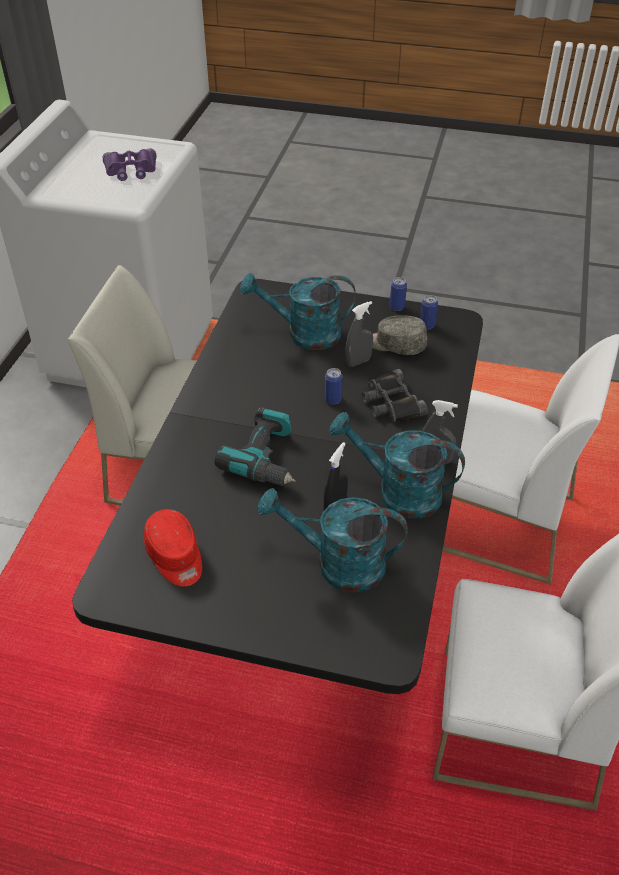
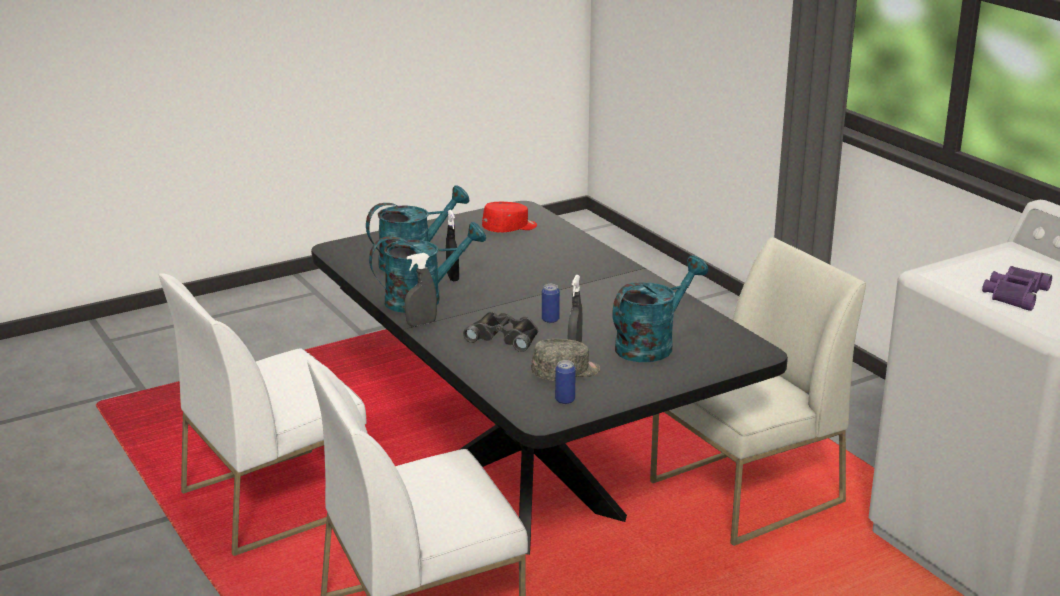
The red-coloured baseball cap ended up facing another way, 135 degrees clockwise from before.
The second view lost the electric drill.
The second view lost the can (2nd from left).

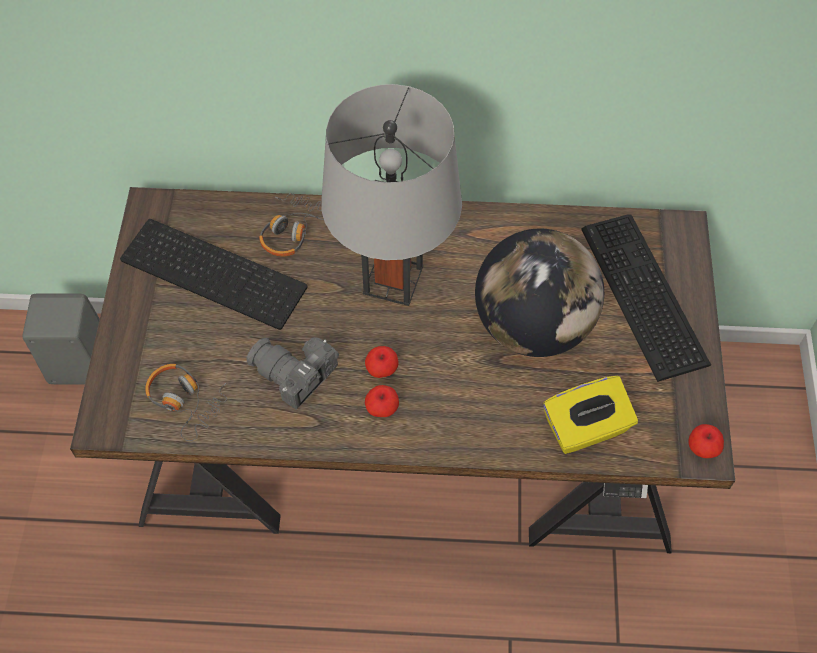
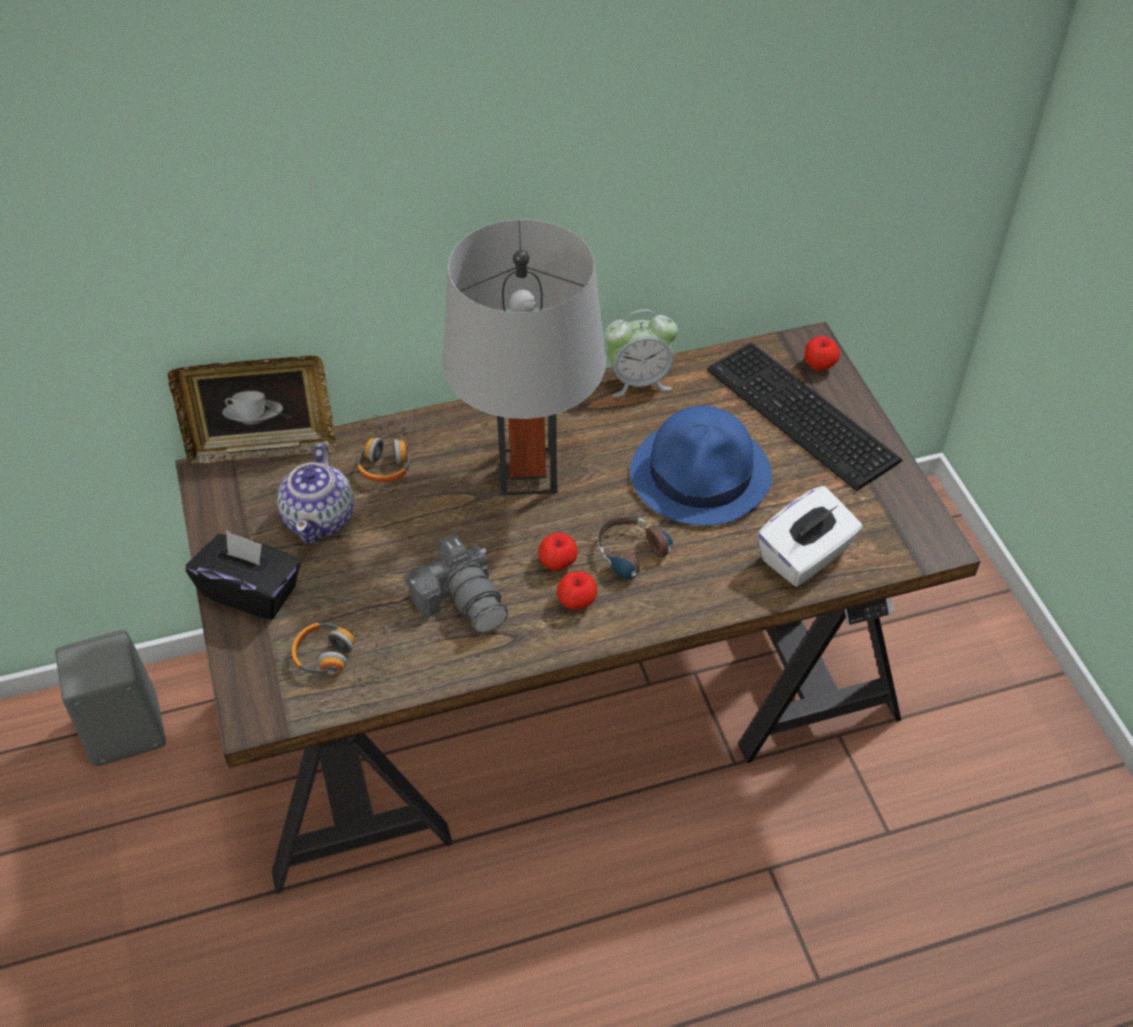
The second view gained the standing frame.
The second view gained the black-coloured box of tissues.
Where the PC keyboard (1st from left) stood, the pot for tea came to stand.
The still camera ended up facing another way, 135 degrees counterclockwise from before.
The second view gained the headset (3rd from left).
The second view gained the table clock.
Where the globe stood, the blue-coloured hat came to stand.
What was the yellow box of tissues turned into the whitish box of tissues.
The apple (3rd from left) ended up elsewhere.

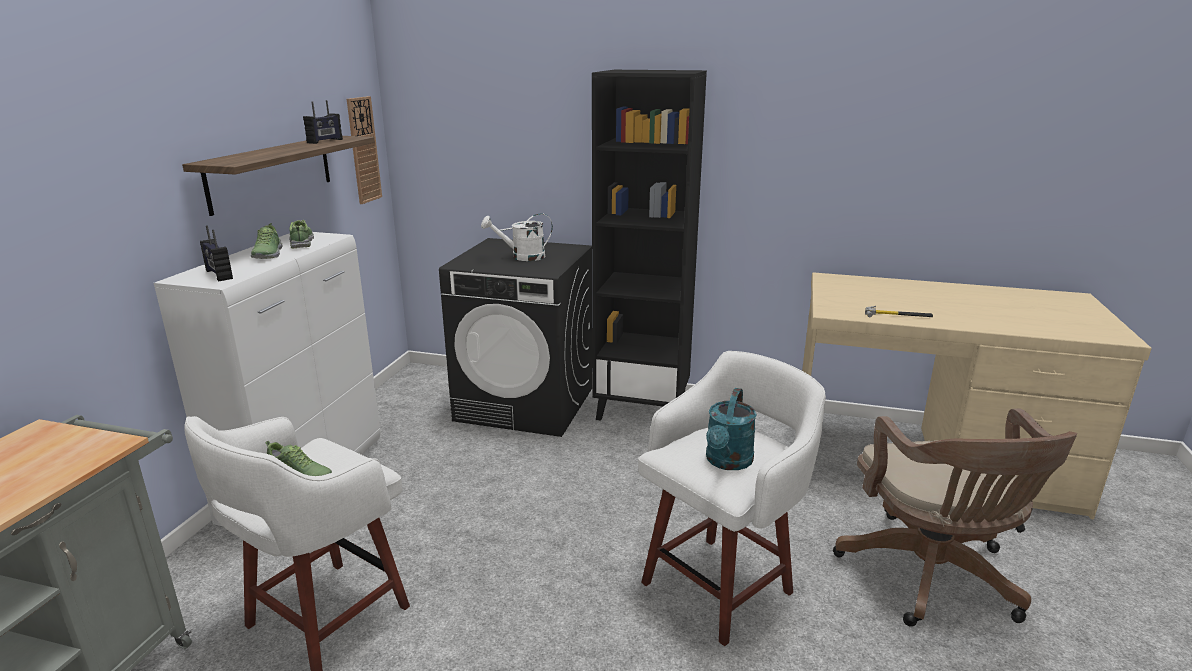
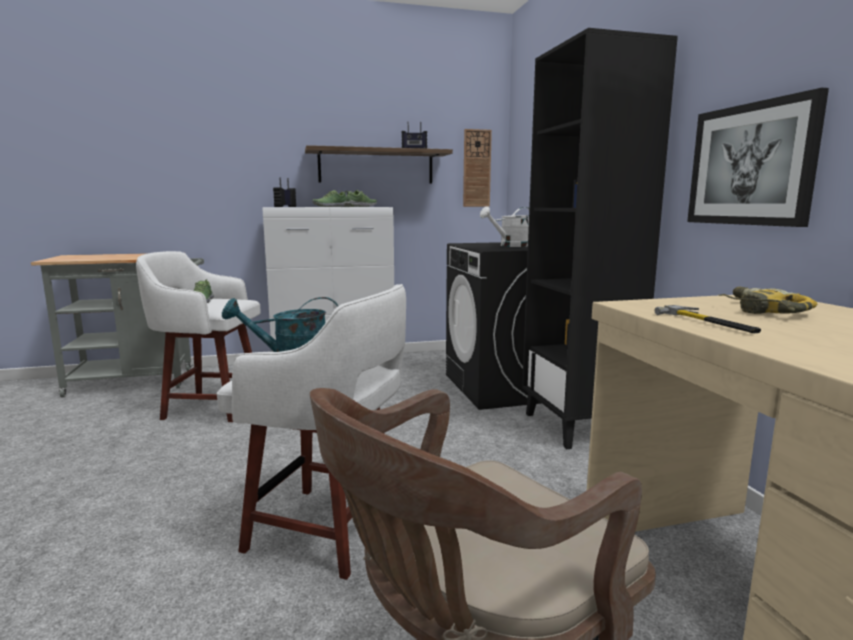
The whitish watering pot ended up facing another way, 75 degrees counterclockwise from before.
The second view gained the picture.
The second view gained the electric drill.

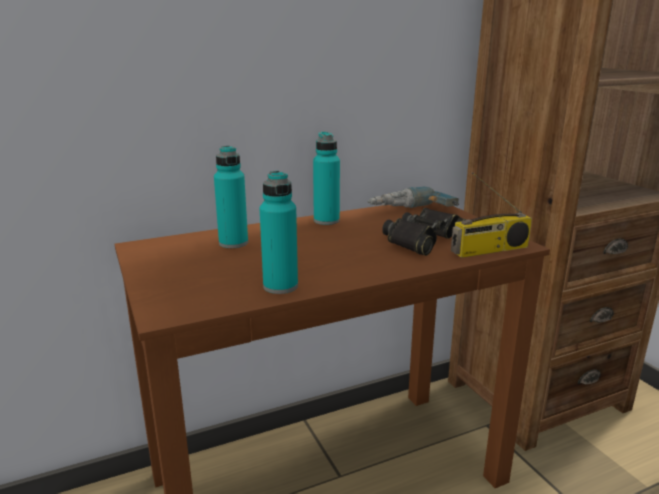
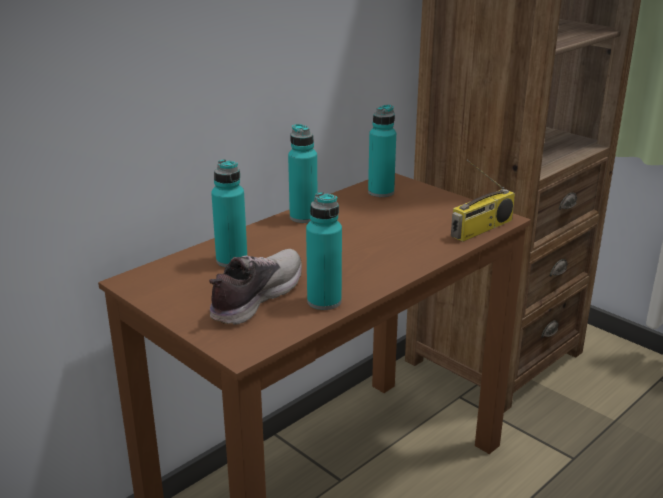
The second view gained the item of footwear.
Where the electric drill stood, the blue-green drink bottle (4th from left) came to stand.
The second view lost the black-coloured pair of binoculars.

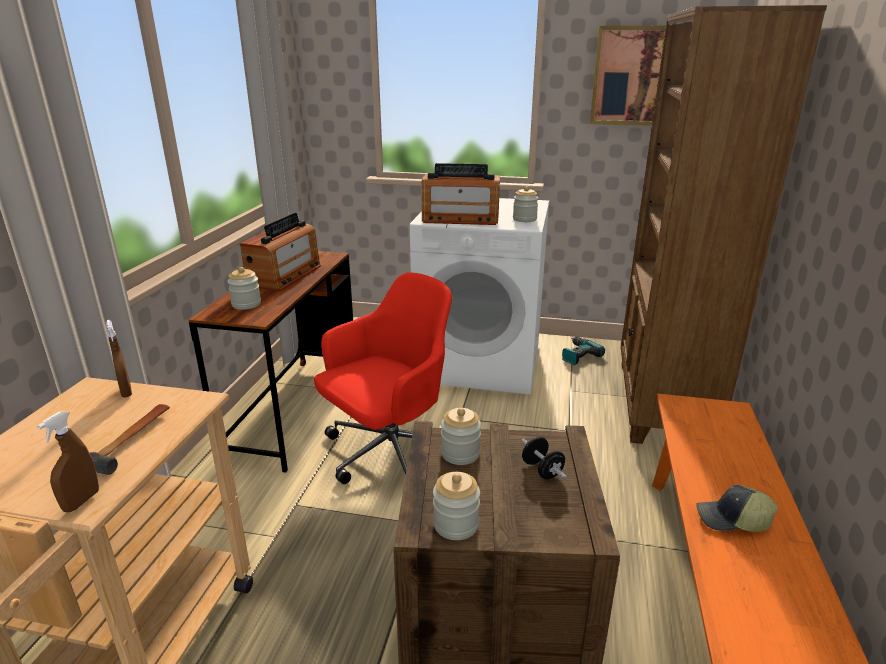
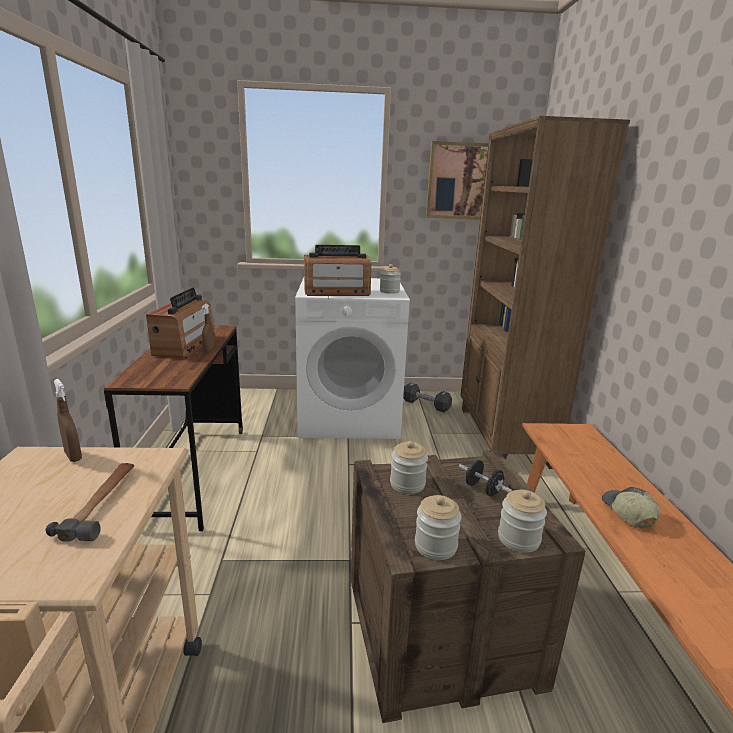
The brownish sprayer (1st from left in the first image) ended up elsewhere.
Where the electric drill stood, the black-coloured free weight (1st from left) came to stand.
The jar (1st from left in the first image) ended up elsewhere.
The baseball cap ended up facing another way, 90 degrees clockwise from before.
The second view lost the red-coloured office chair.

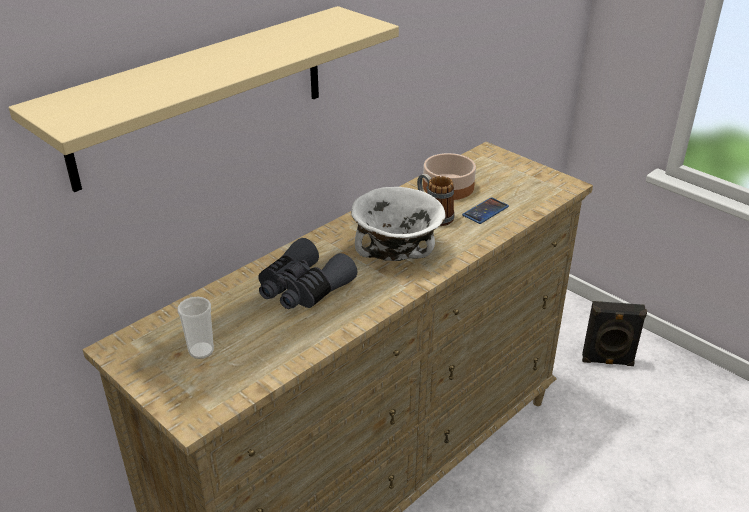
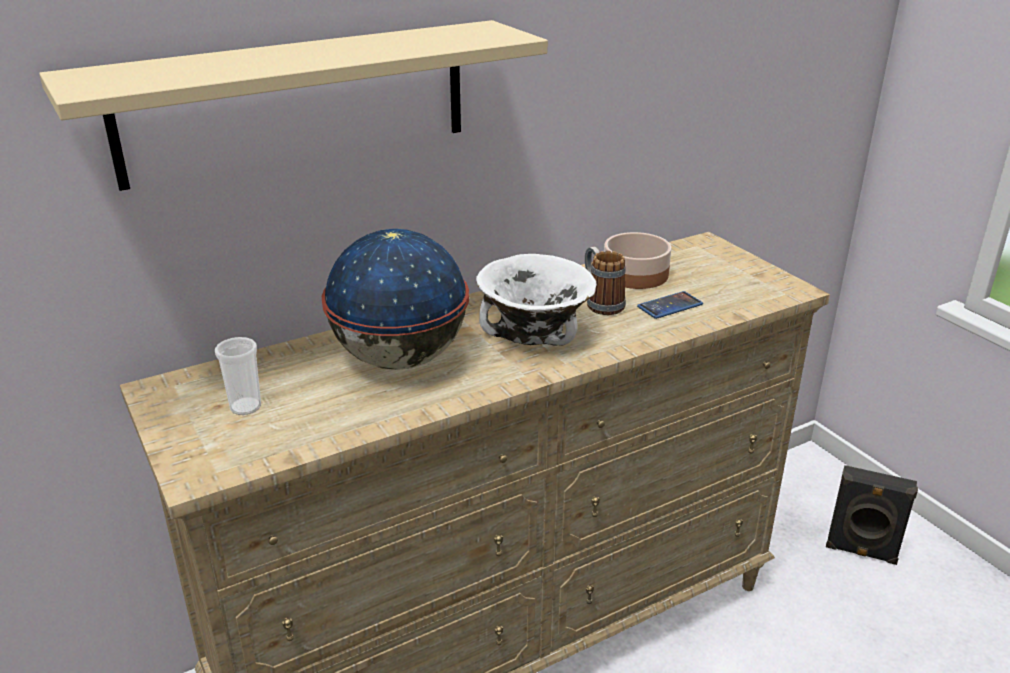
Where the greyish pair of binoculars stood, the globe came to stand.

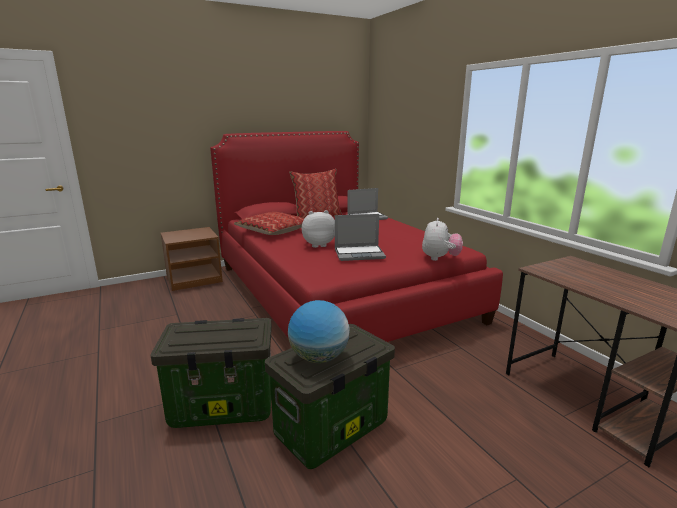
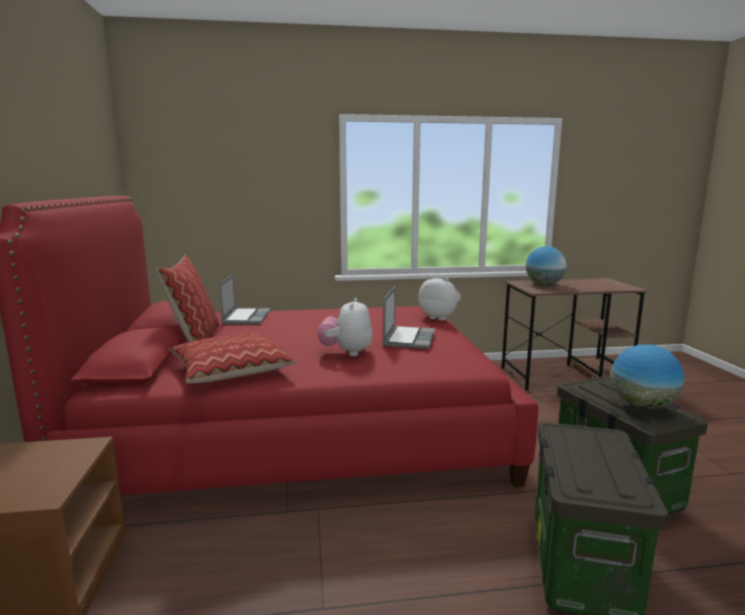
The second view gained the globe (1st from left).

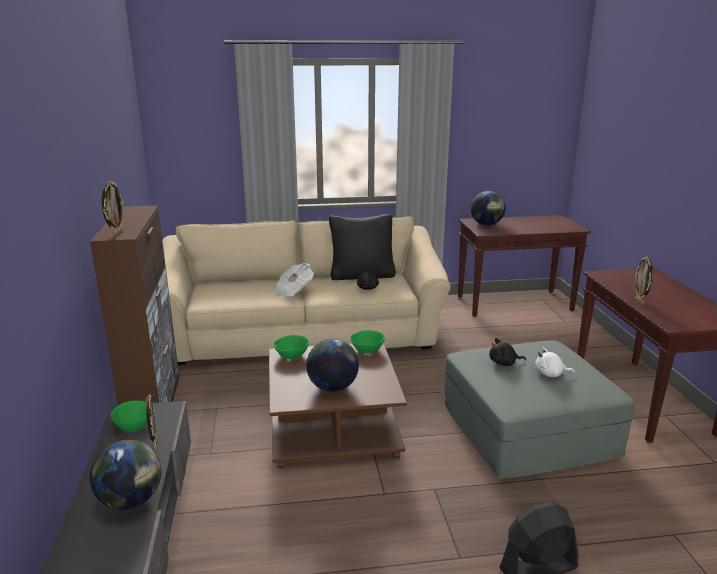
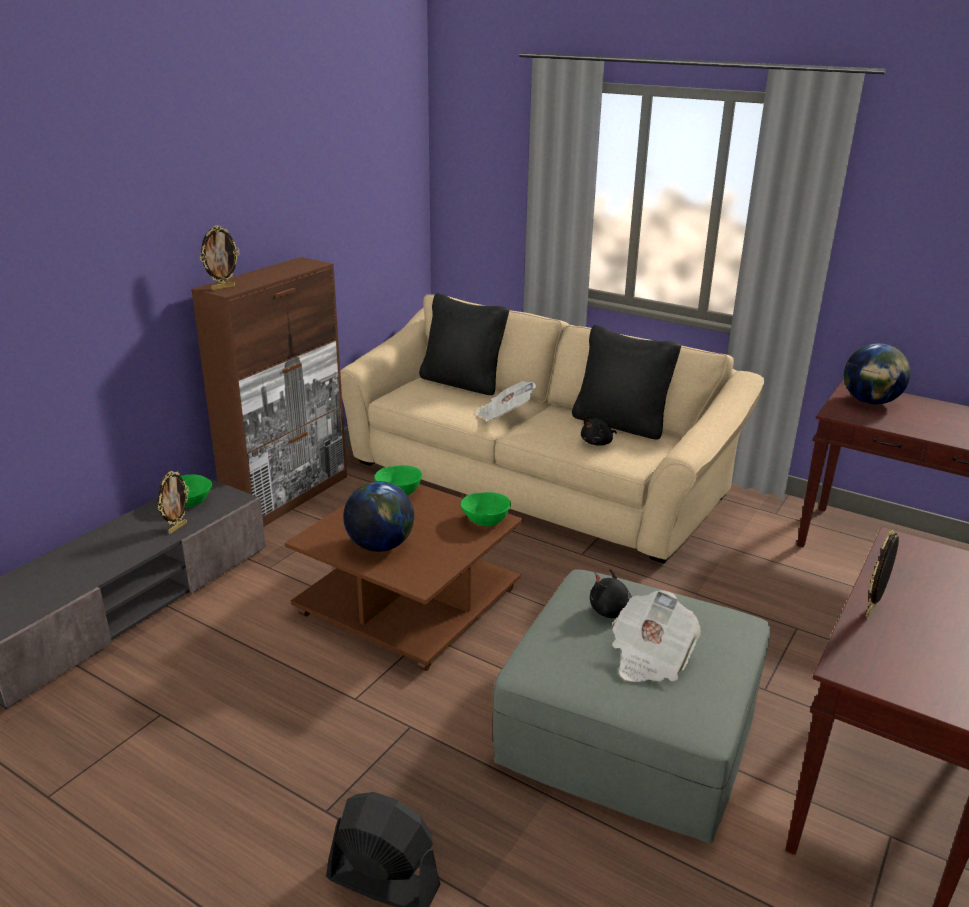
The second view gained the black-coloured throw pillow (1st from left).
Where the whitish plush toy stood, the printed paper (2nd from left) came to stand.
The second view lost the globe (1st from left).

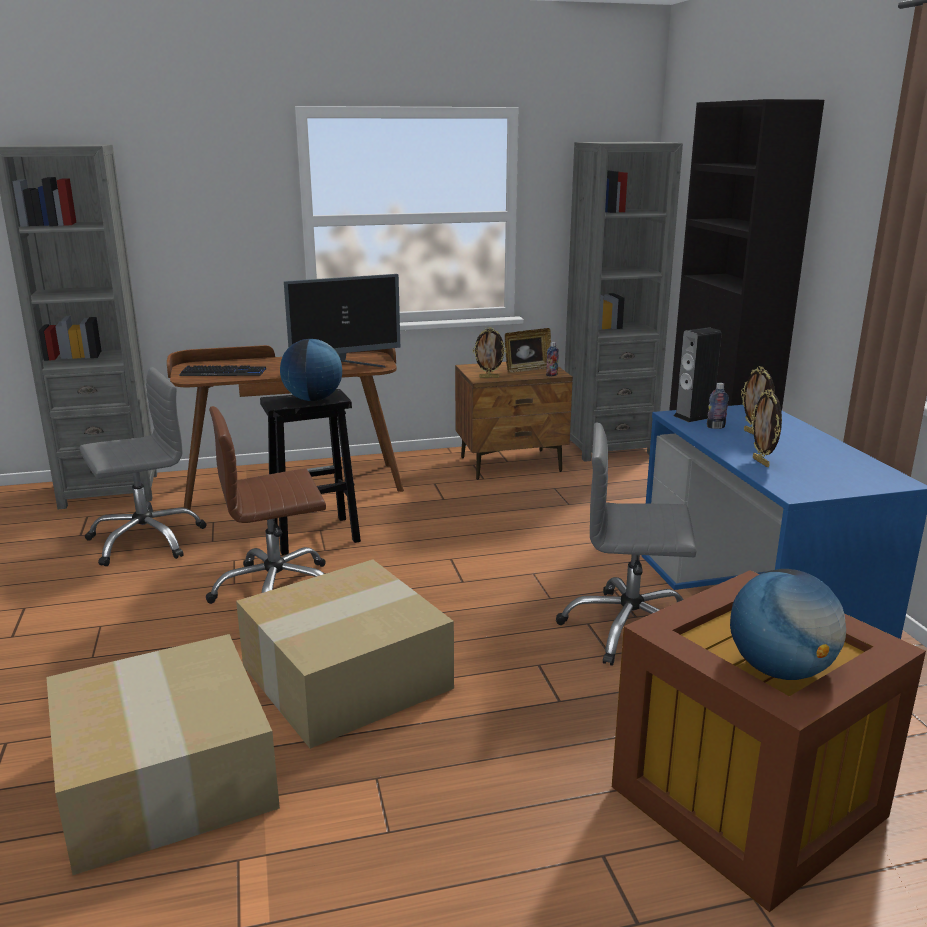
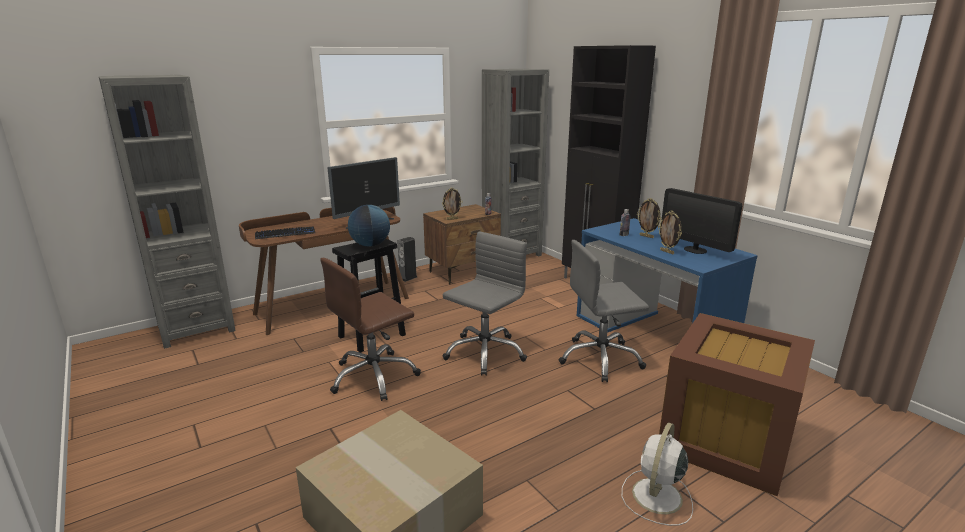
The speaker ended up elsewhere.
The greyish office chair (1st from left) ended up elsewhere.
The second view gained the whitish fan.
The second view gained the monitor (2nd from left).
The second view lost the cardboard box (2nd from left).
The second view lost the standing frame (2nd from left).
The second view lost the globe (2nd from left).

